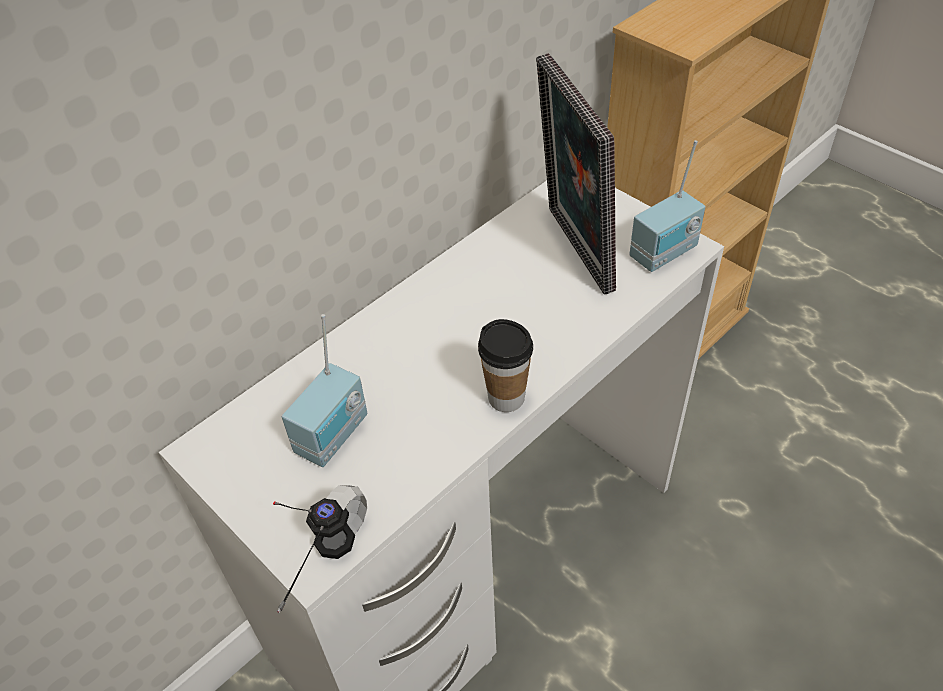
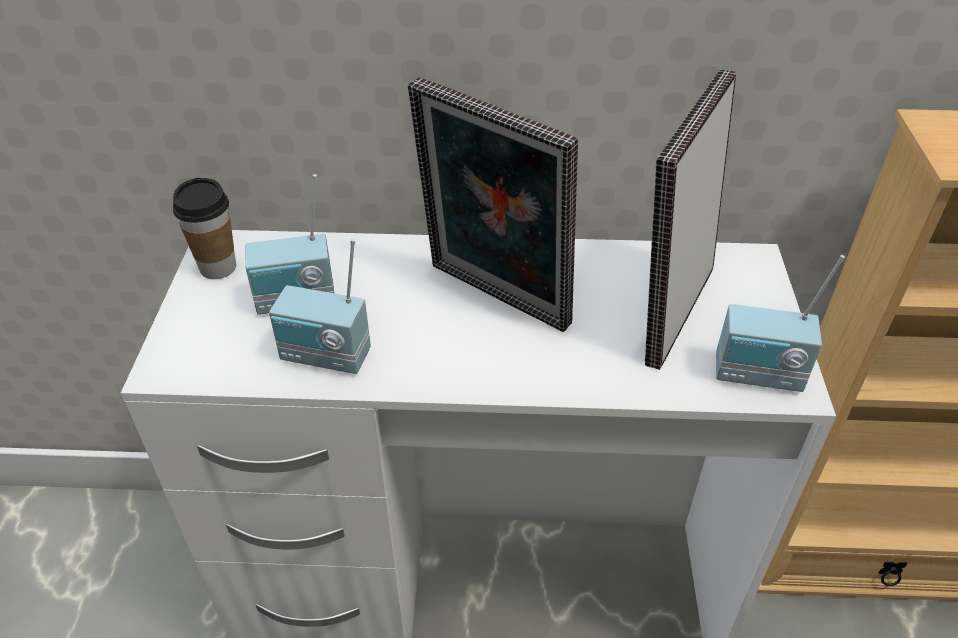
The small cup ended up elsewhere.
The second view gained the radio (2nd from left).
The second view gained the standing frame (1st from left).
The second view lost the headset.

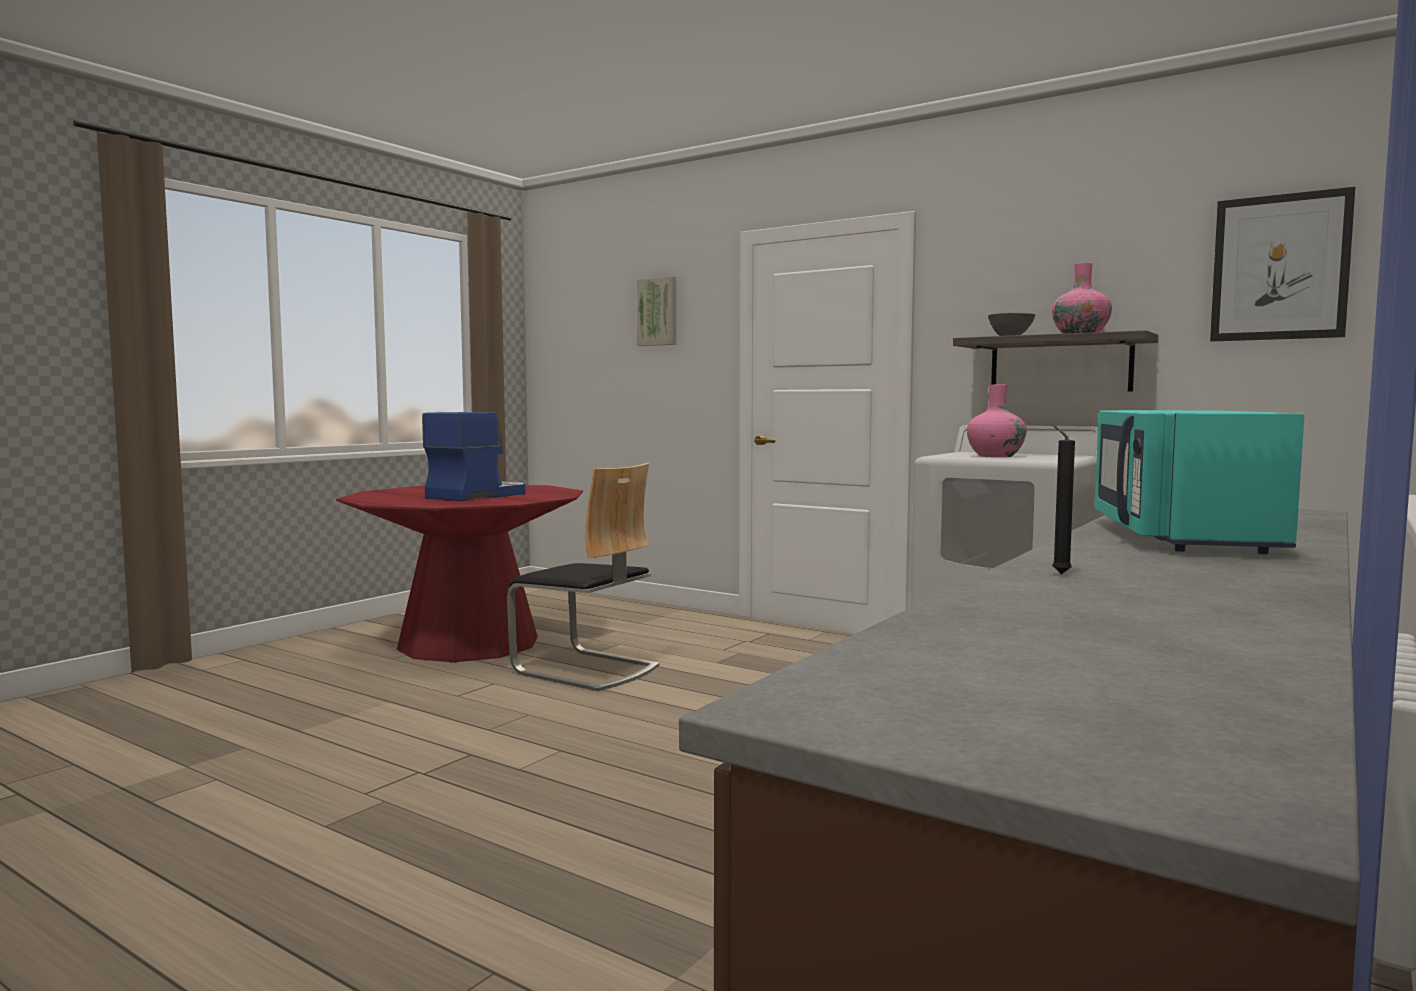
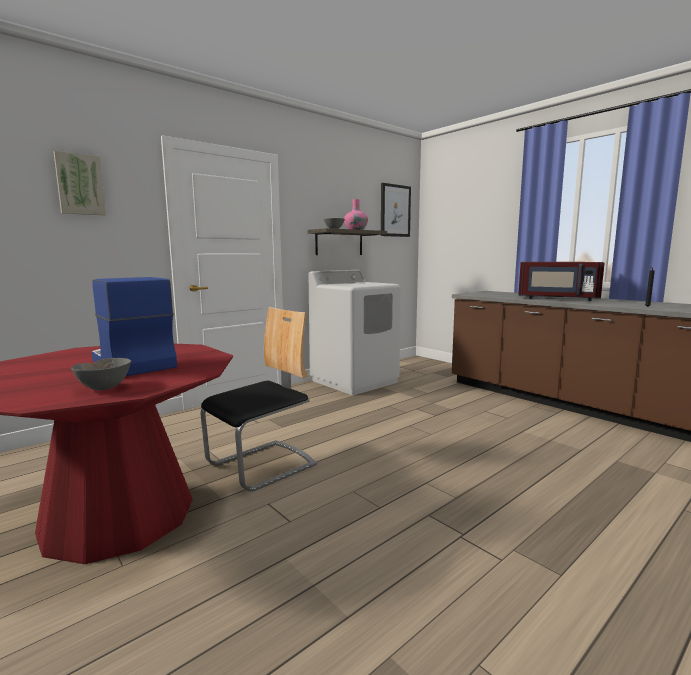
The second view gained the greyish serving bowl (1st from left).
What was the blue-green kitchen microwave turned into the red-coloured kitchen microwave.
The second view lost the pink flower vase (1st from left).

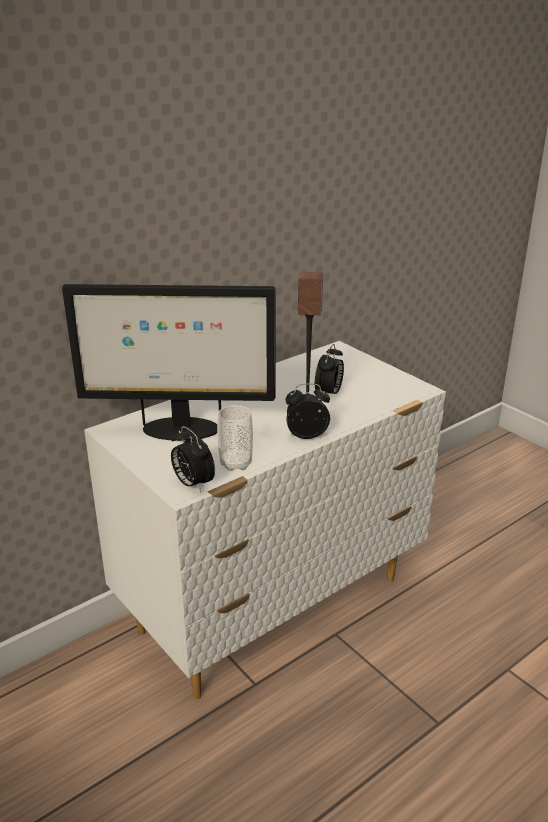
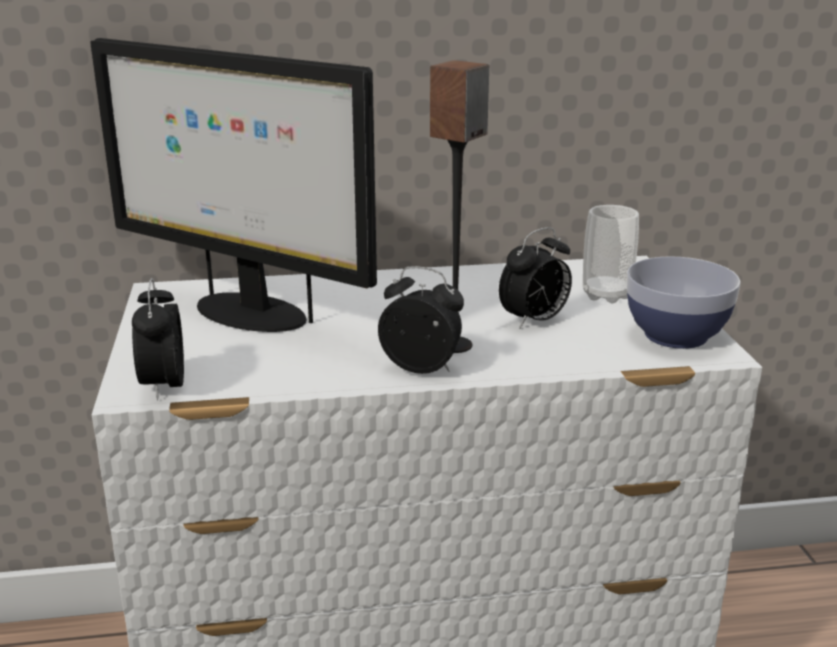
The small cup ended up elsewhere.
The second view gained the serving bowl.

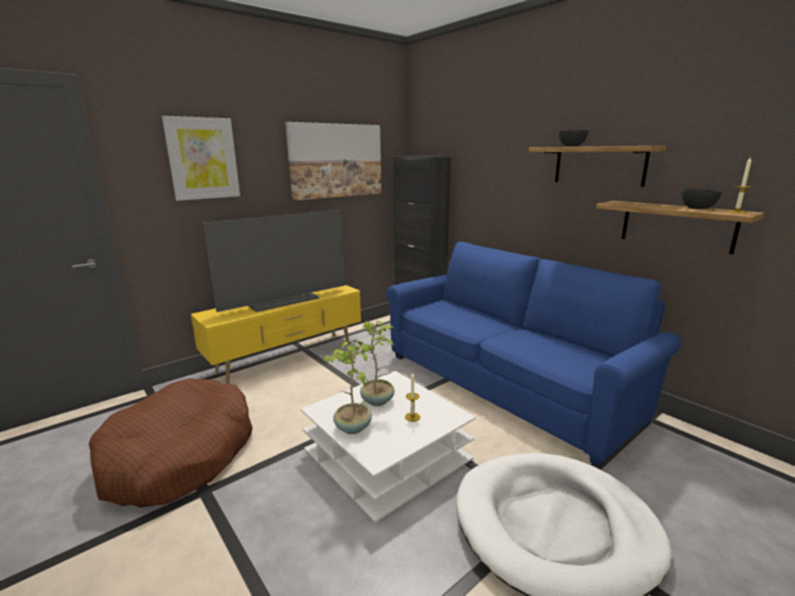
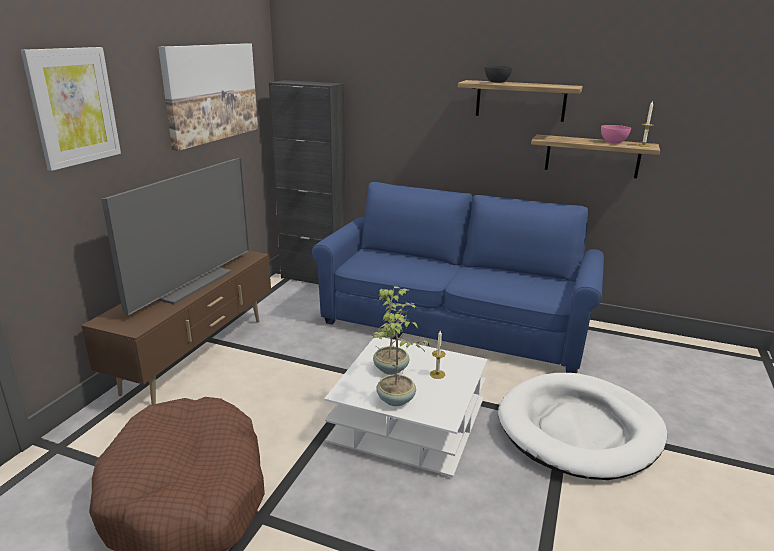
What was the yellow tv unit turned into the brownish tv unit.
What was the greyish serving bowl (2nd from left) turned into the pink serving bowl.

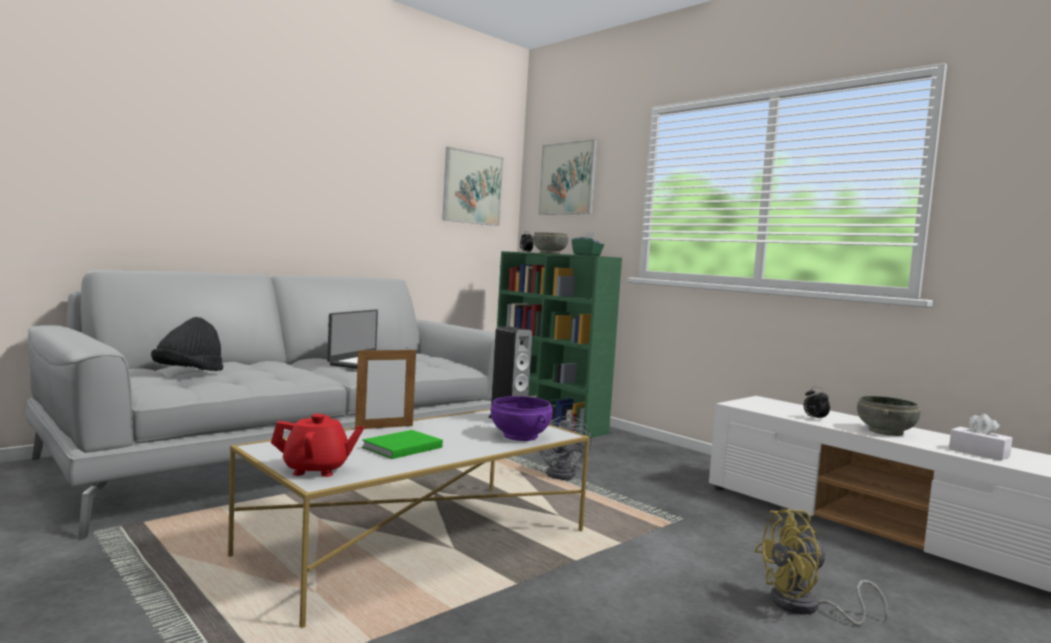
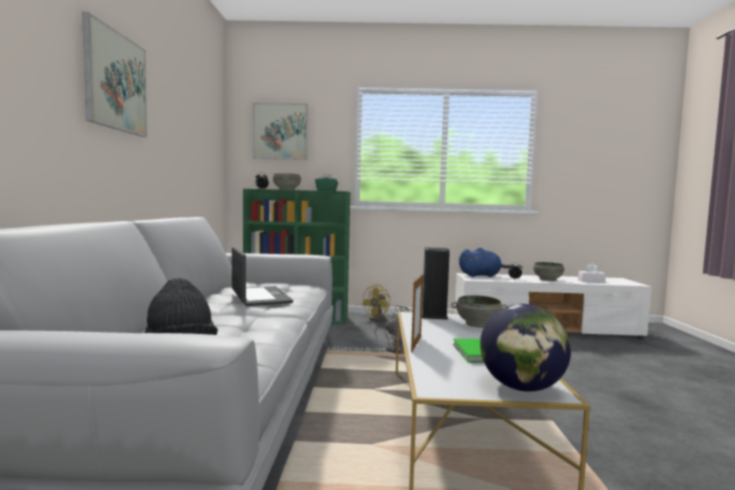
The picture (1st from left) ended up elsewhere.
The yellow fan ended up elsewhere.
What was the purple serving bowl turned into the greyish serving bowl (2nd from left).
The second view gained the blue-coloured plush toy.
Where the red-coloured pot for tea stood, the globe came to stand.

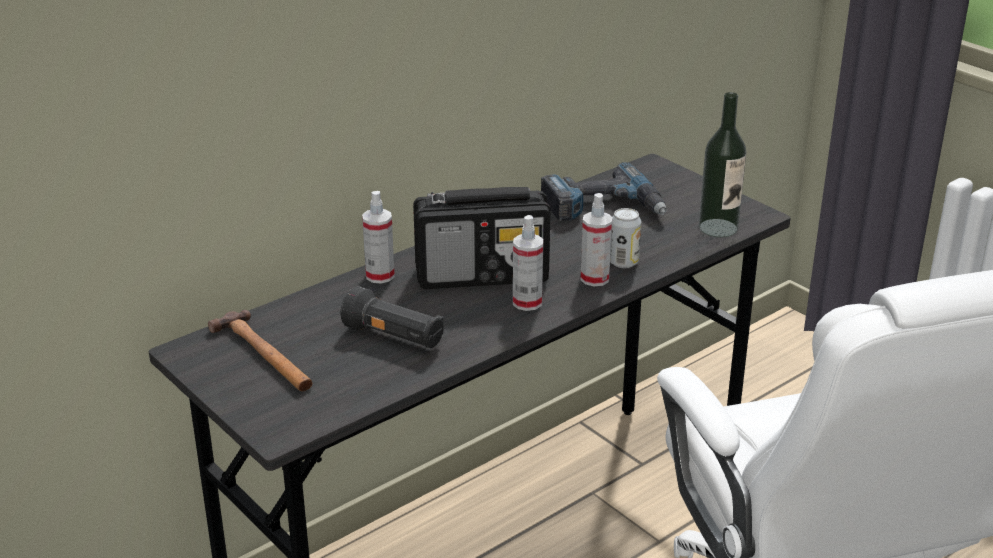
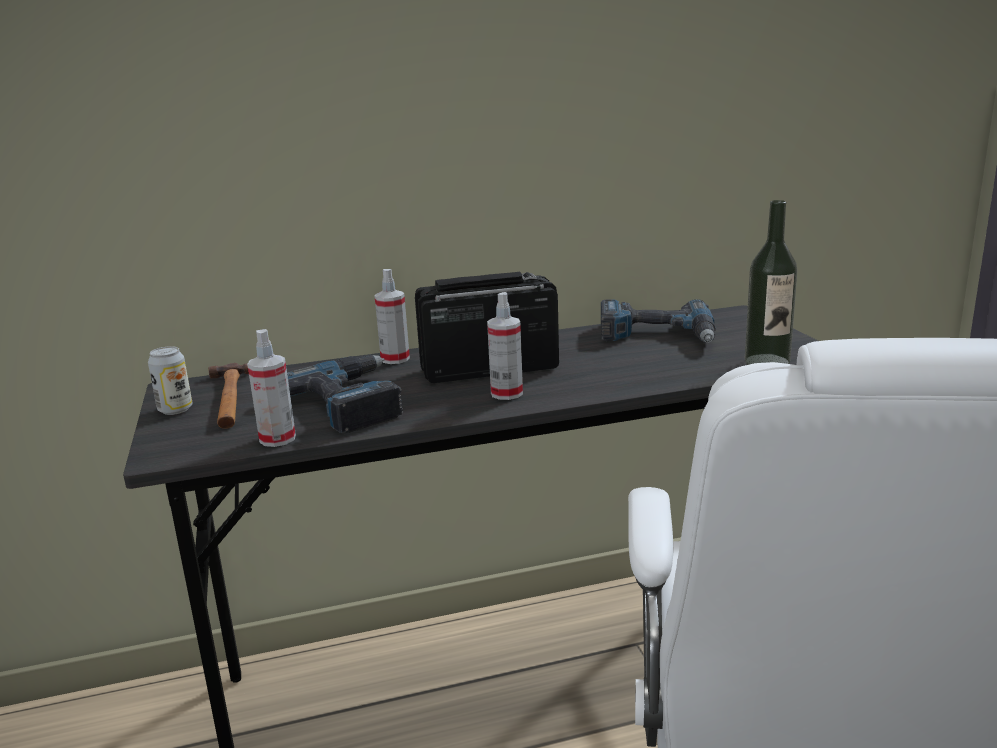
The can ended up elsewhere.
The sprayer (3rd from left in the first image) ended up elsewhere.
Where the black-coloured hand torch stood, the electric drill (1st from left) came to stand.
The radio ended up facing another way, 150 degrees clockwise from before.

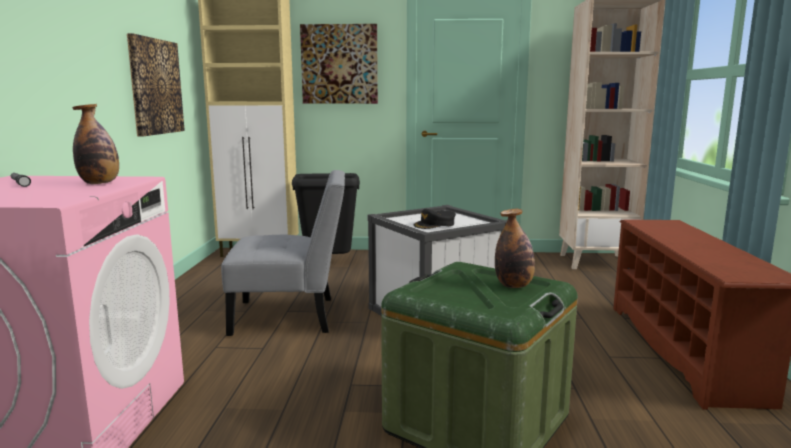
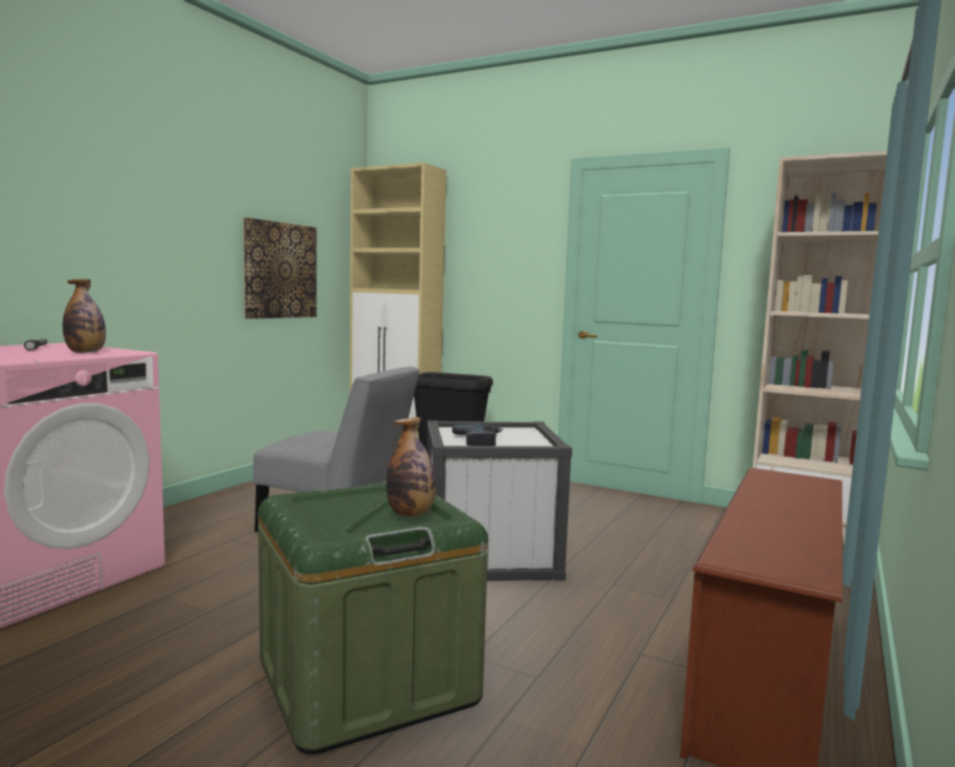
Where the black-coloured baseball cap stood, the electric drill came to stand.
The second view lost the picture (2nd from left).

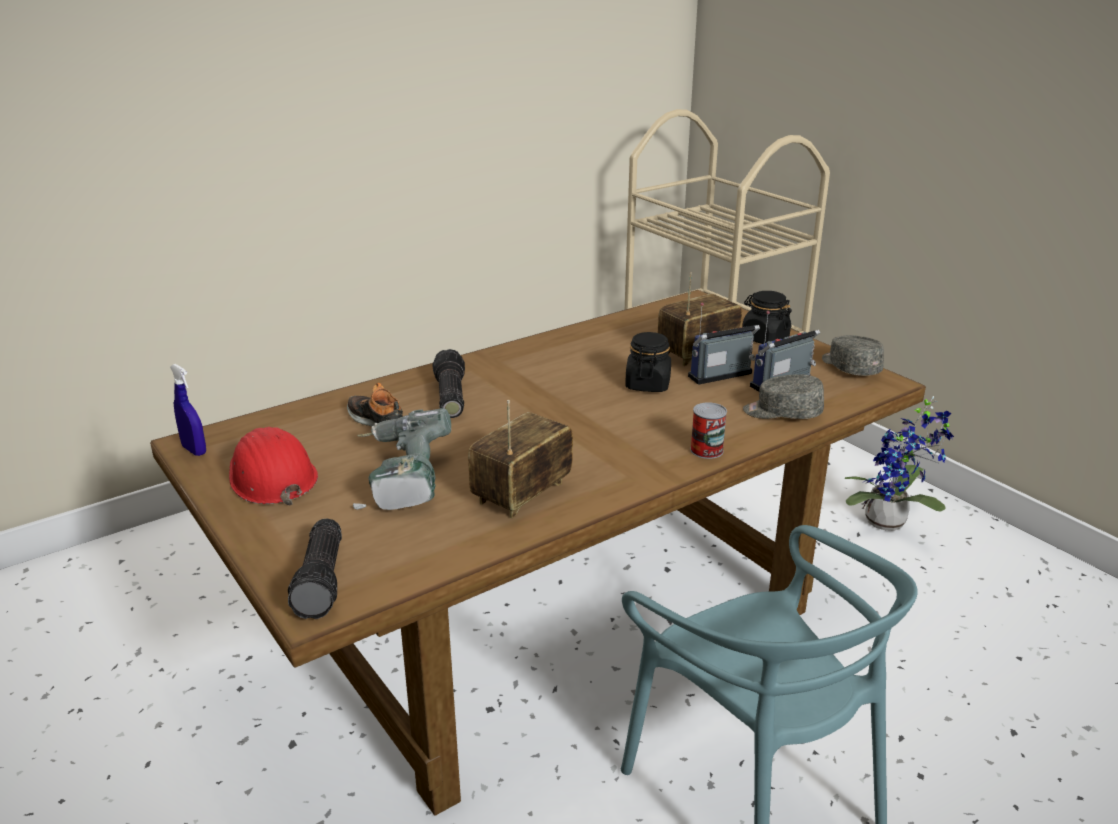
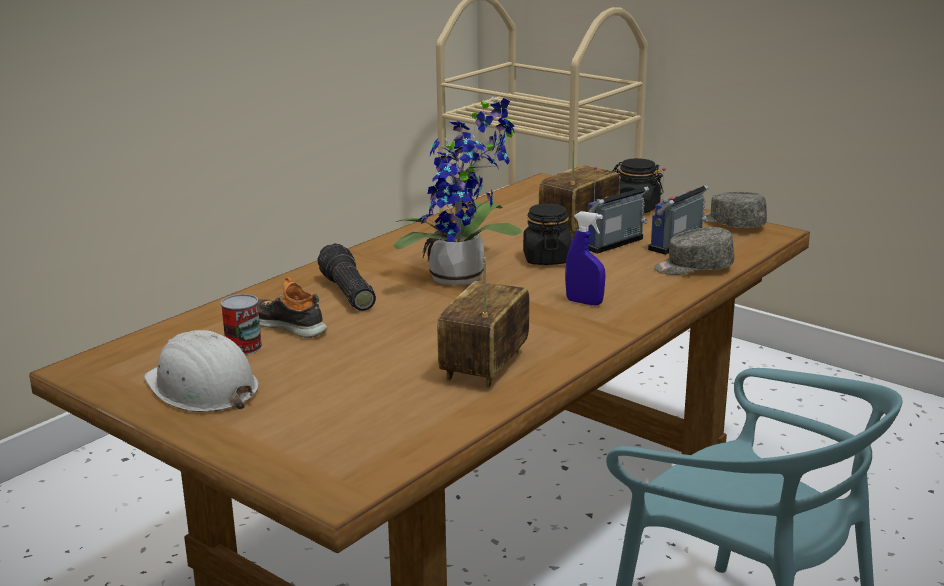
What was the red-coloured work helmet turned into the whitish work helmet.
The can ended up elsewhere.
The potted plant ended up elsewhere.
The blue-coloured sprayer ended up elsewhere.
The second view lost the hand torch (1st from left).
The second view lost the electric drill.

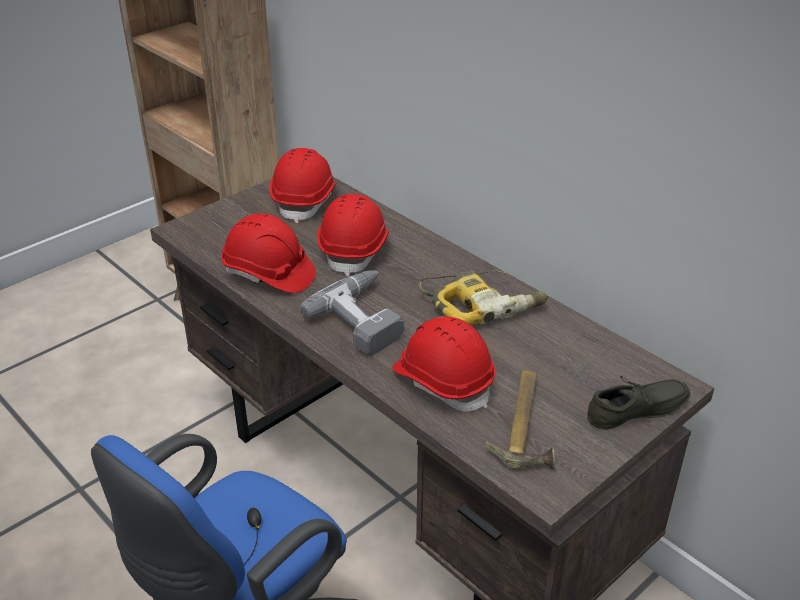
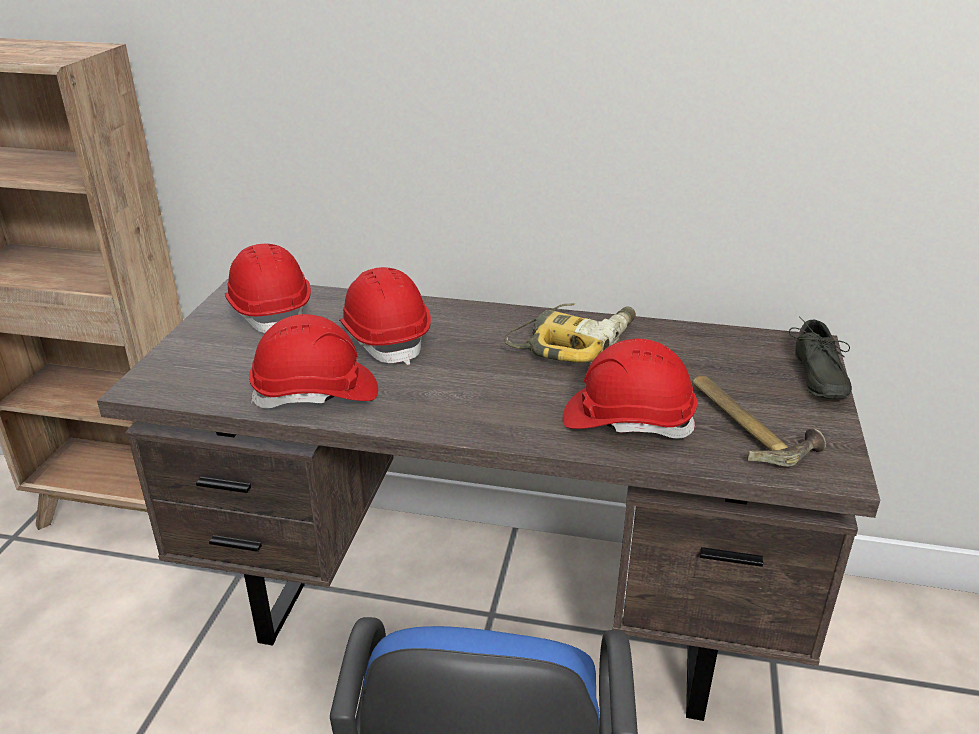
The greyish item of footwear ended up facing another way, 150 degrees clockwise from before.
The second view lost the electric drill (1st from left).

